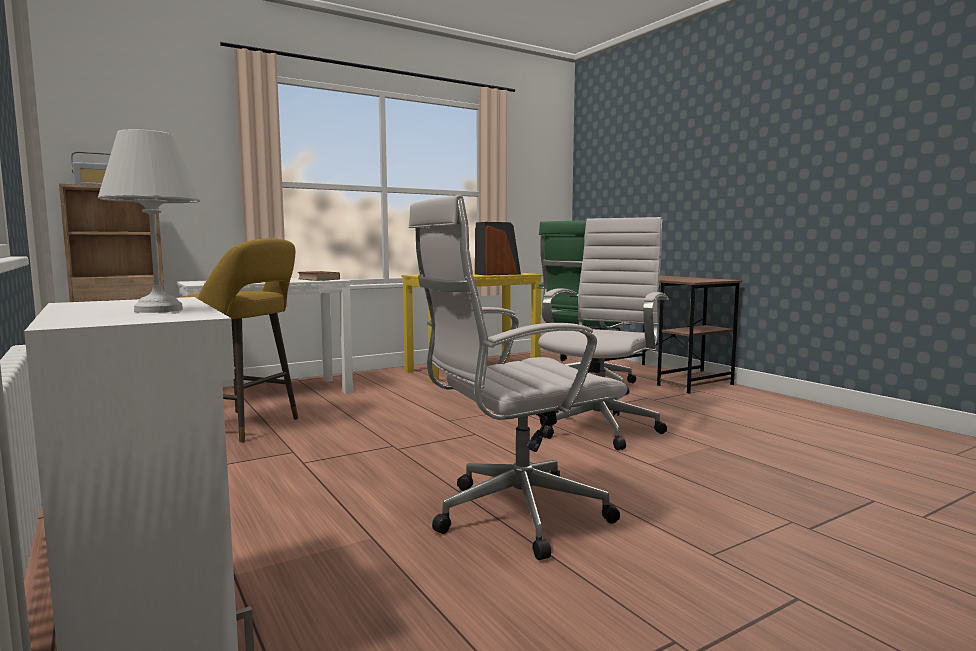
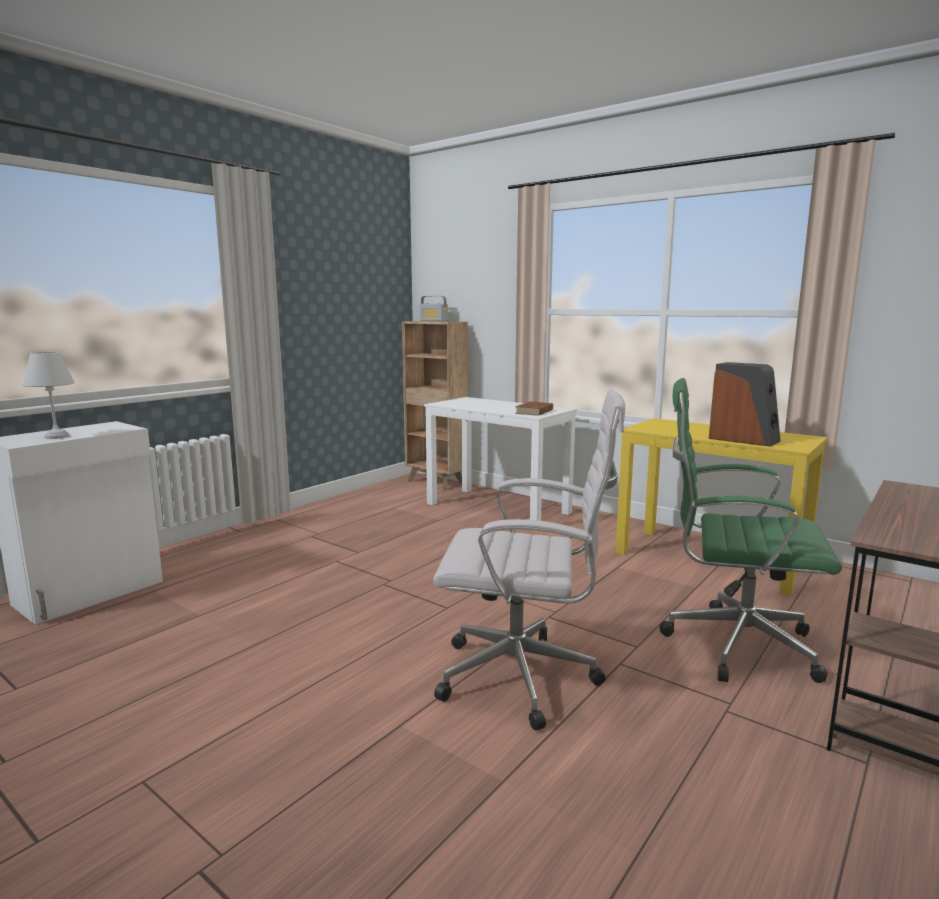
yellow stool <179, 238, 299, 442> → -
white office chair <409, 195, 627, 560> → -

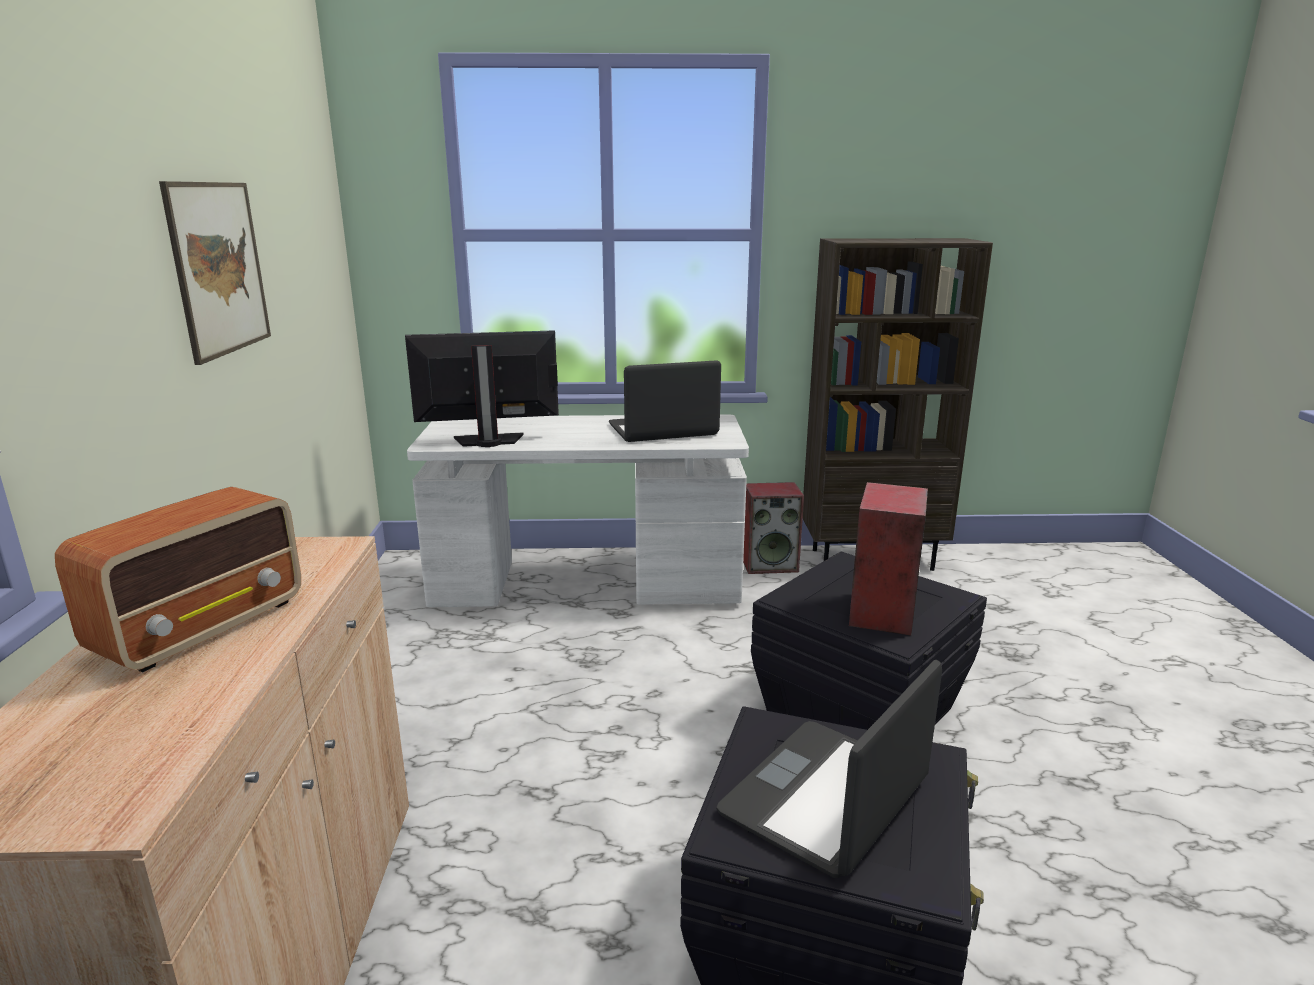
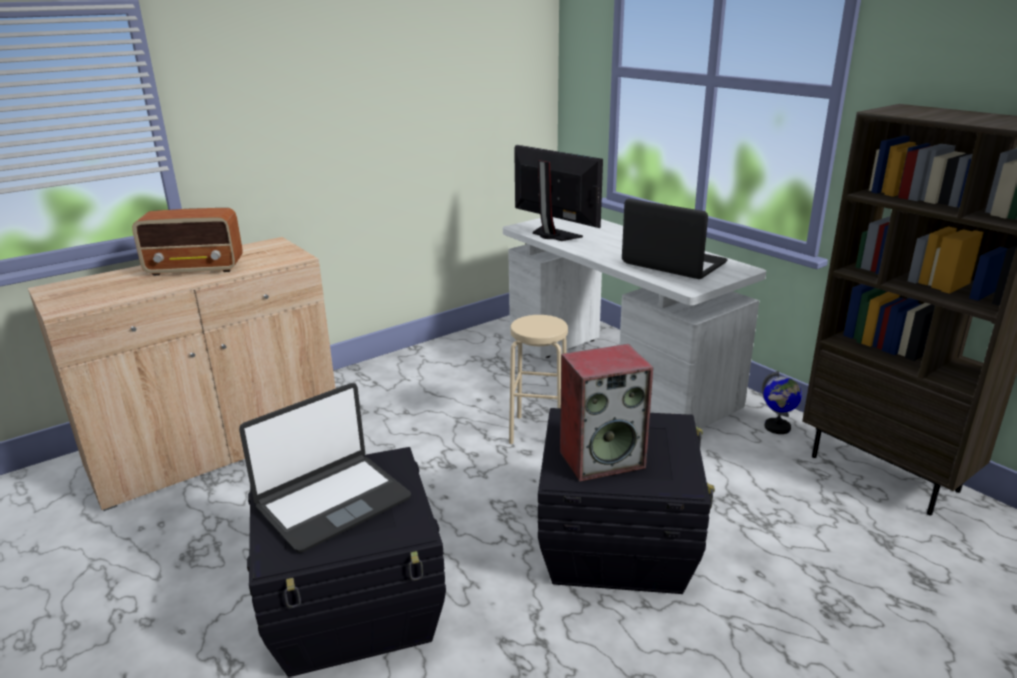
picture <159, 181, 271, 365> → -
laptop <716, 660, 942, 878> → laptop <239, 383, 411, 553>, 135 degrees clockwise
speaker <743, 482, 804, 574> → globe <762, 371, 802, 434>
- → beige stool <509, 315, 568, 444>

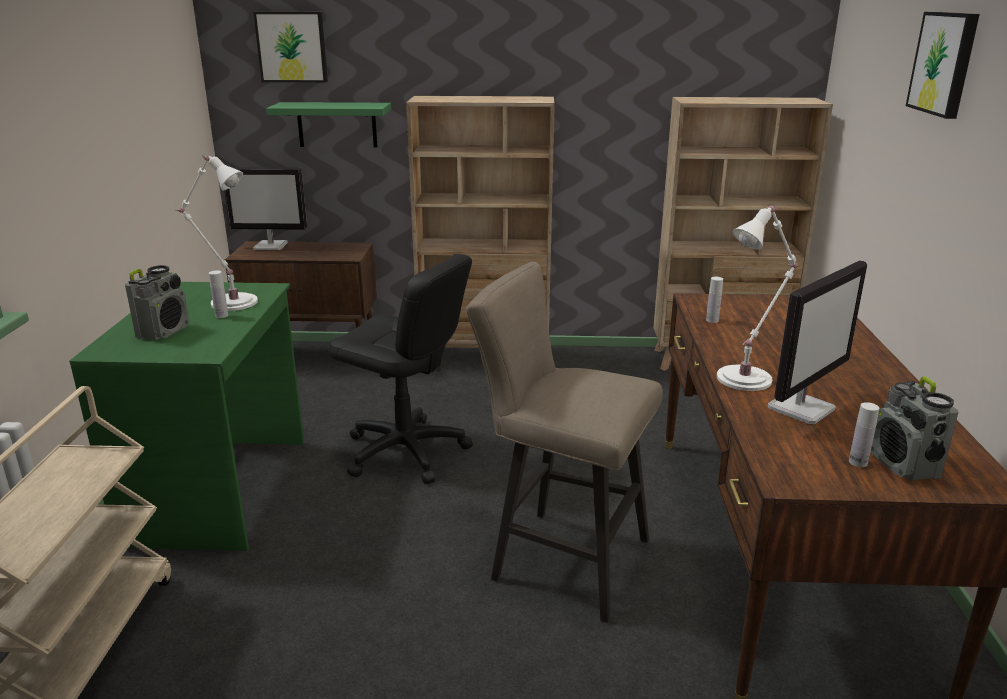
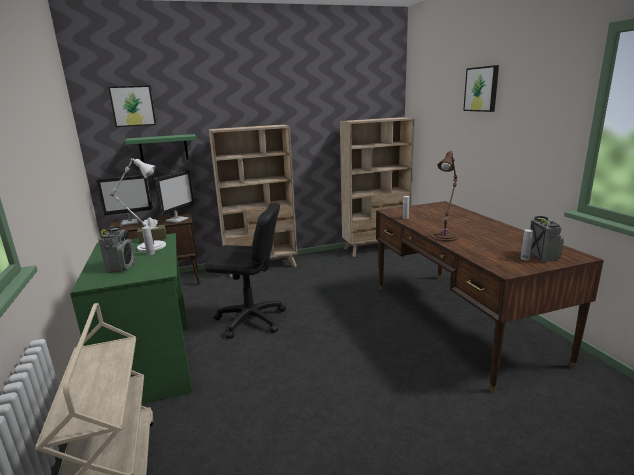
beige stool <466, 262, 663, 623> → -
white table lamp <717, 205, 798, 391> → brown table lamp <431, 150, 459, 242>
monitor <768, 260, 867, 424> → monitor <154, 170, 194, 223>, moved
radio <871, 376, 959, 481> → radio <530, 216, 564, 262>, 150 degrees counterclockwise
- → brown tissue box <137, 217, 166, 243>

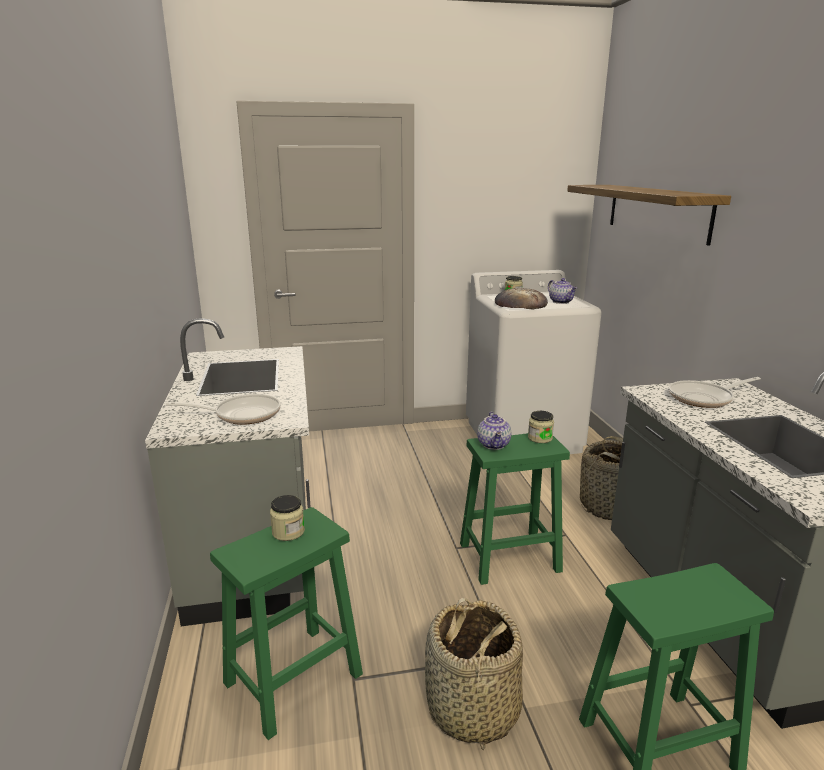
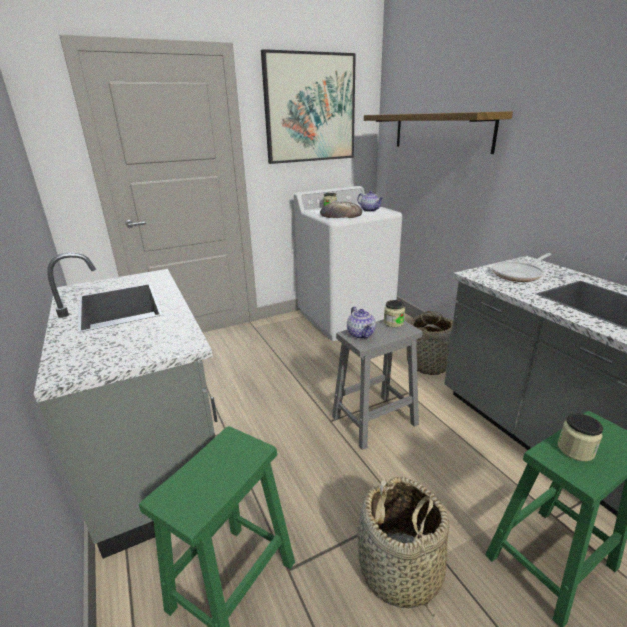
frying pan <166, 394, 281, 425> → -
jar <270, 495, 305, 541> → jar <558, 413, 603, 461>, moved
green stool <460, 433, 570, 585> → grey stool <332, 319, 422, 450>
- → picture <261, 49, 356, 164>

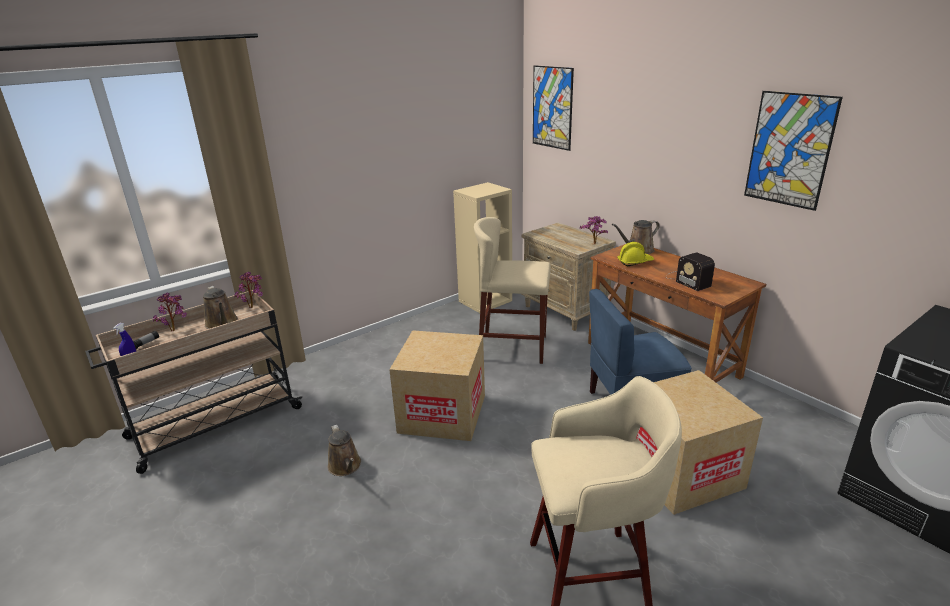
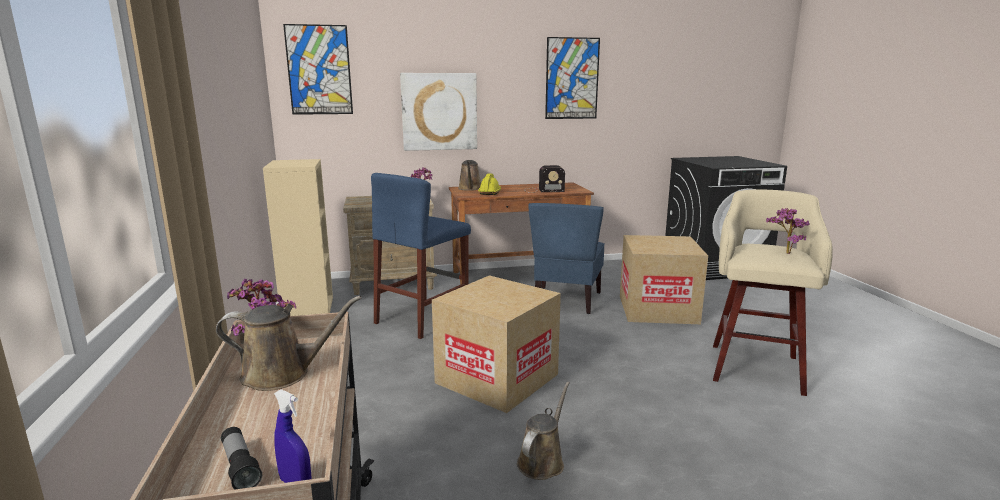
potted plant <153, 292, 187, 331> → potted plant <766, 208, 810, 254>, moved
brown watering can <328, 425, 361, 476> → brown watering can <517, 382, 570, 480>, 60 degrees counterclockwise
beige stool <474, 217, 551, 364> → blue stool <371, 173, 471, 339>
- → picture <400, 73, 477, 151>

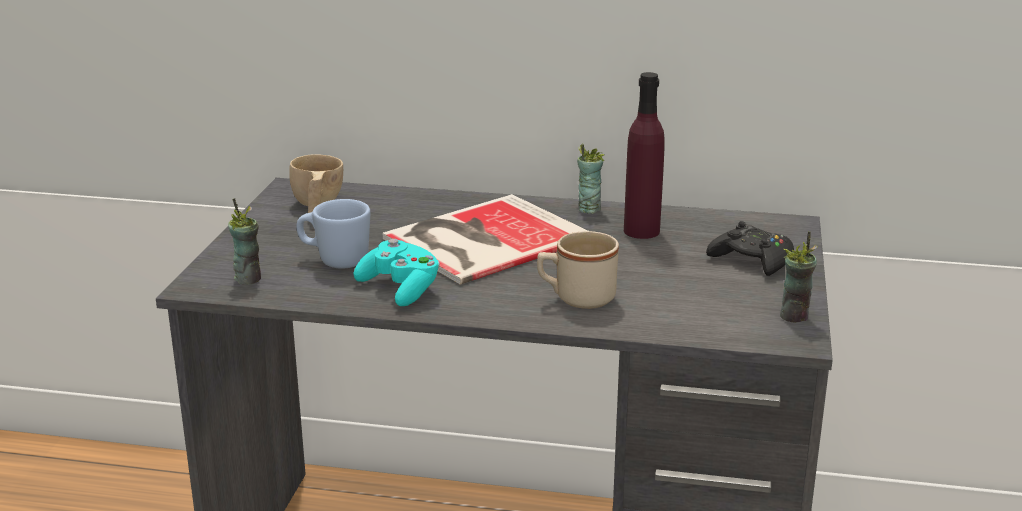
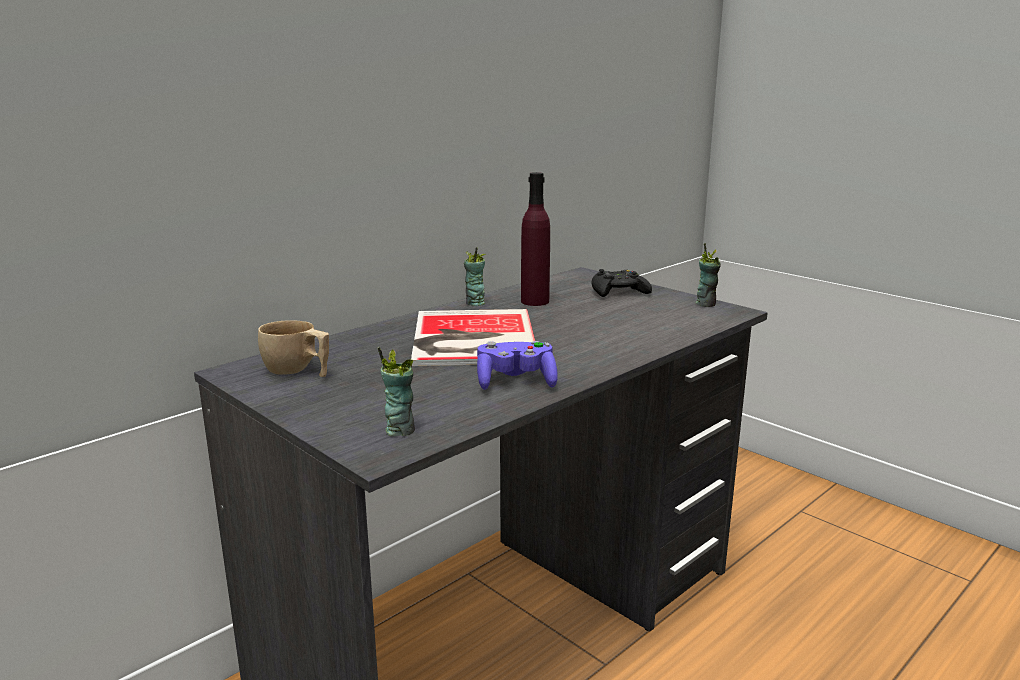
blue mug <296, 199, 370, 269> → -
turquoise game controller <353, 239, 440, 306> → purple game controller <477, 341, 558, 390>
beige mug <537, 231, 619, 309> → -

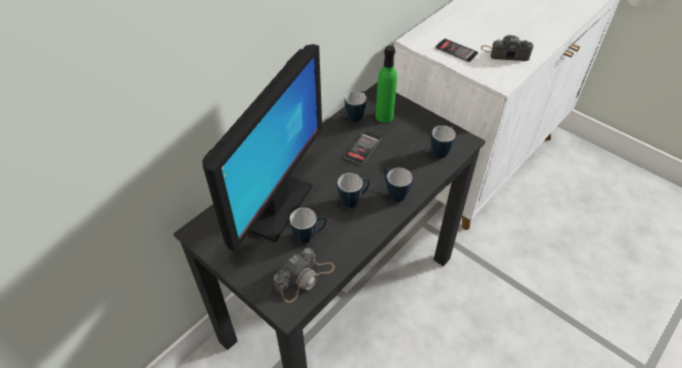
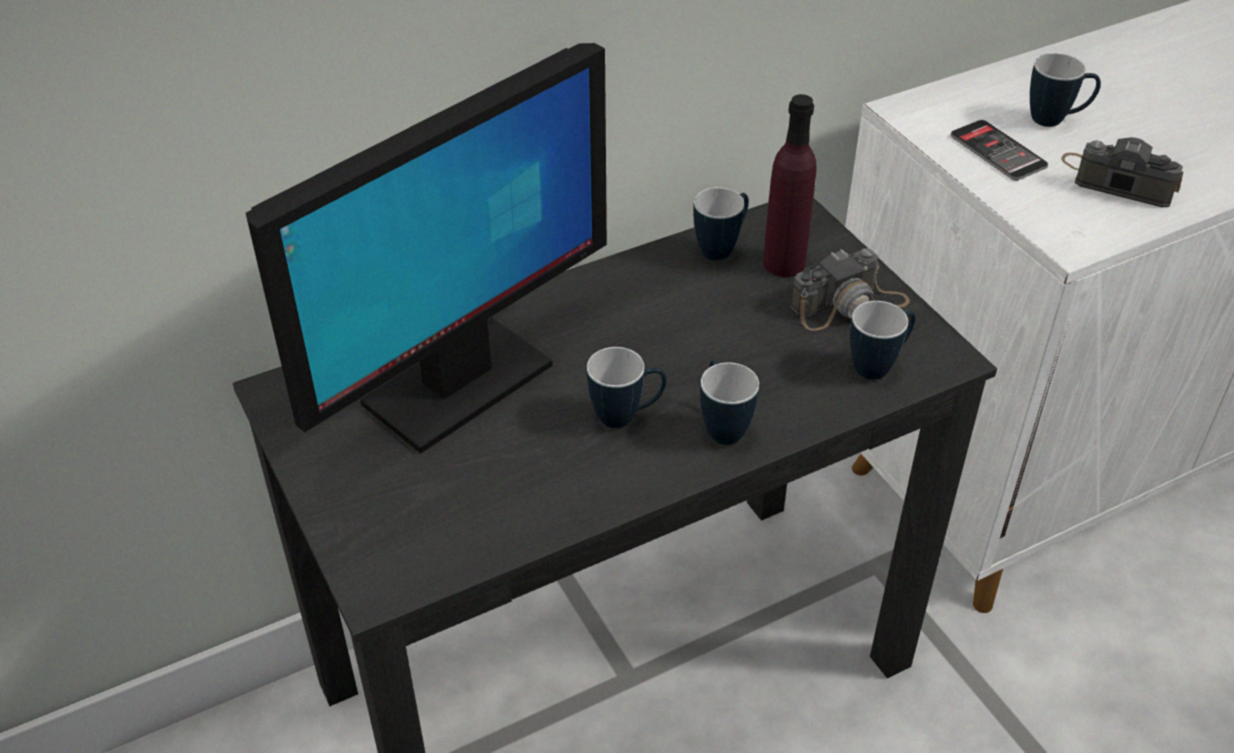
photo camera <274, 248, 335, 303> → photo camera <791, 248, 910, 331>, moved
mug <290, 208, 327, 244> → mug <1030, 53, 1101, 127>, moved
phone <344, 131, 381, 164> → -
green bottle <376, 46, 397, 123> → purple bottle <763, 94, 817, 277>

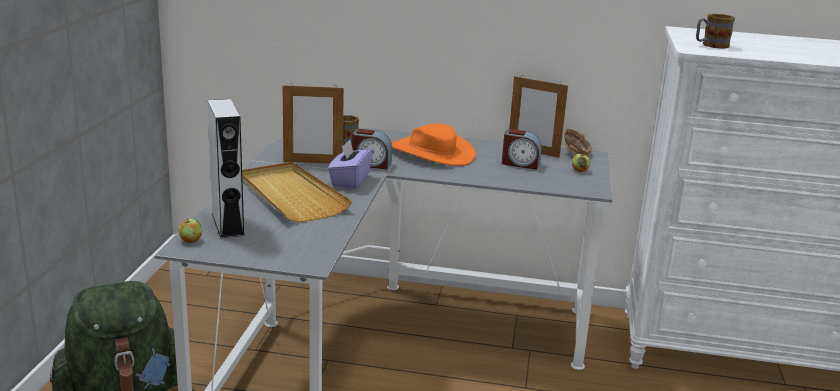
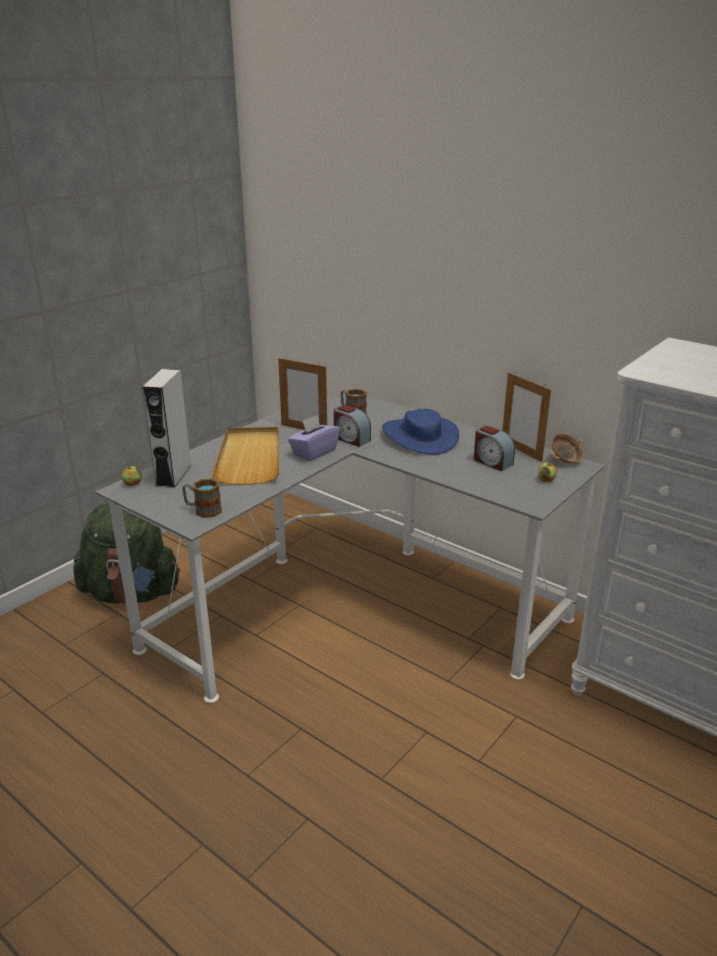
orange hat <391, 124, 476, 166> → blue hat <382, 409, 459, 455>
mug <696, 14, 735, 49> → mug <182, 478, 222, 518>, moved

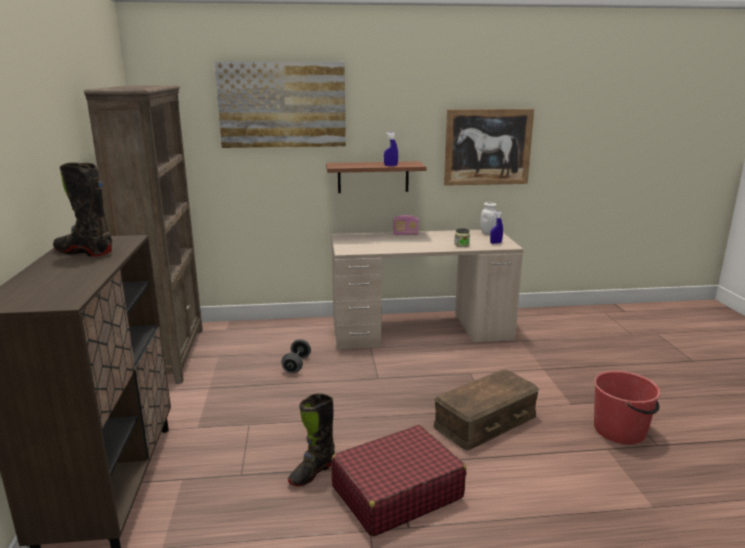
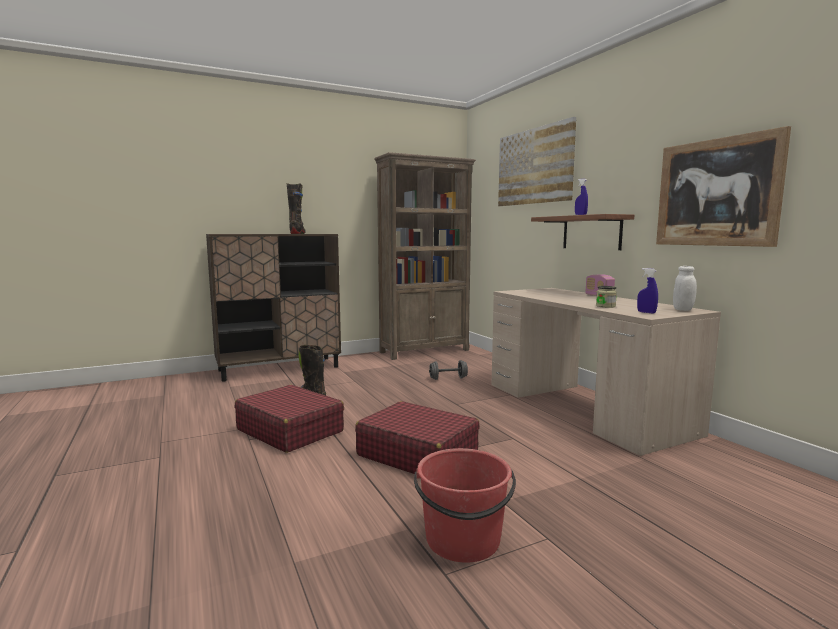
brown storage box <433, 369, 539, 450> → red suitcase <355, 401, 480, 474>

